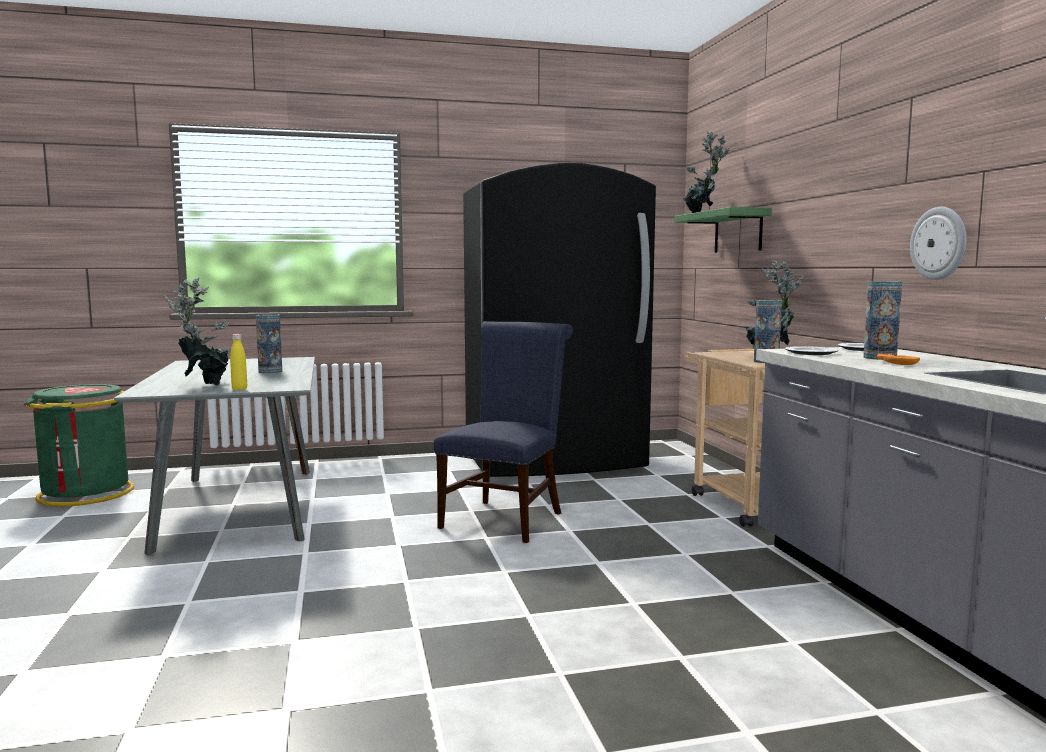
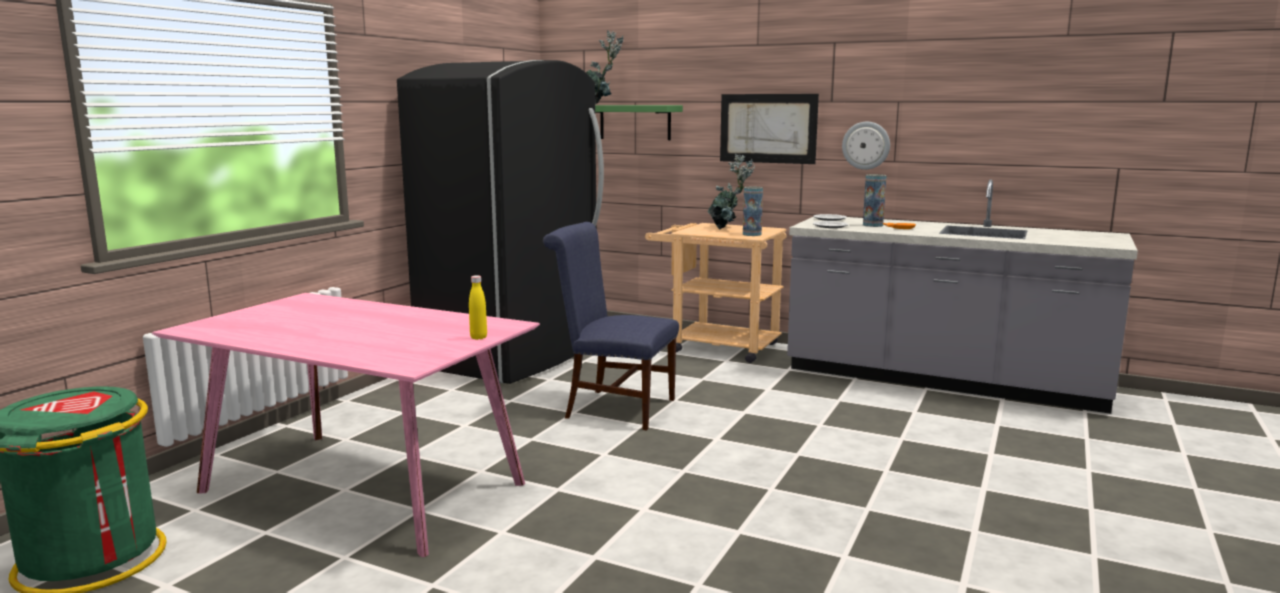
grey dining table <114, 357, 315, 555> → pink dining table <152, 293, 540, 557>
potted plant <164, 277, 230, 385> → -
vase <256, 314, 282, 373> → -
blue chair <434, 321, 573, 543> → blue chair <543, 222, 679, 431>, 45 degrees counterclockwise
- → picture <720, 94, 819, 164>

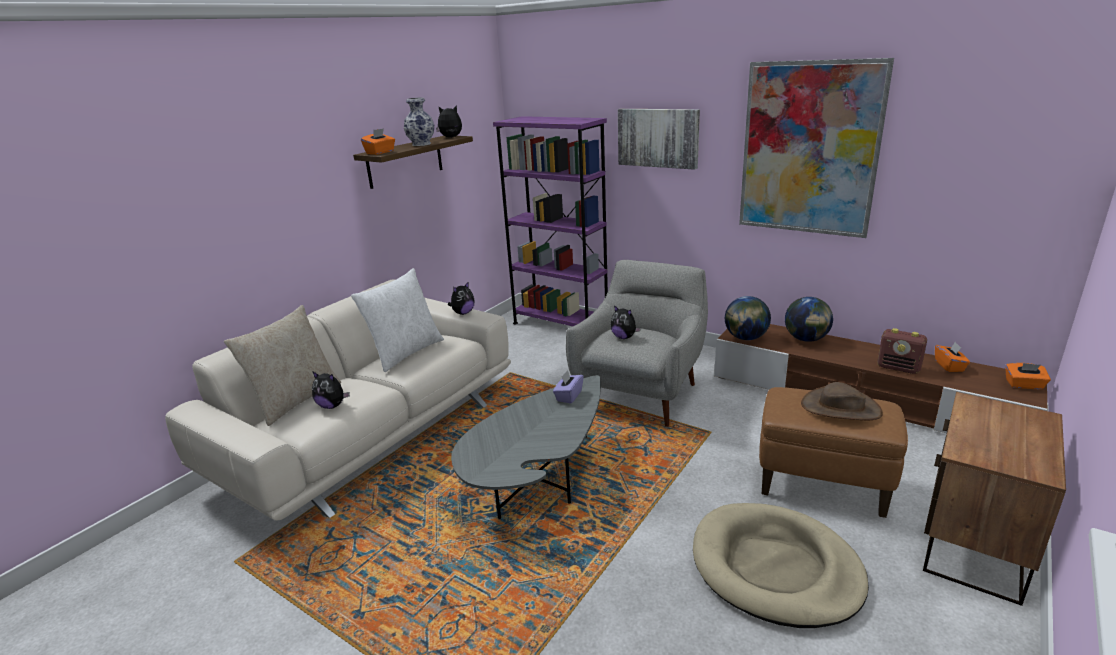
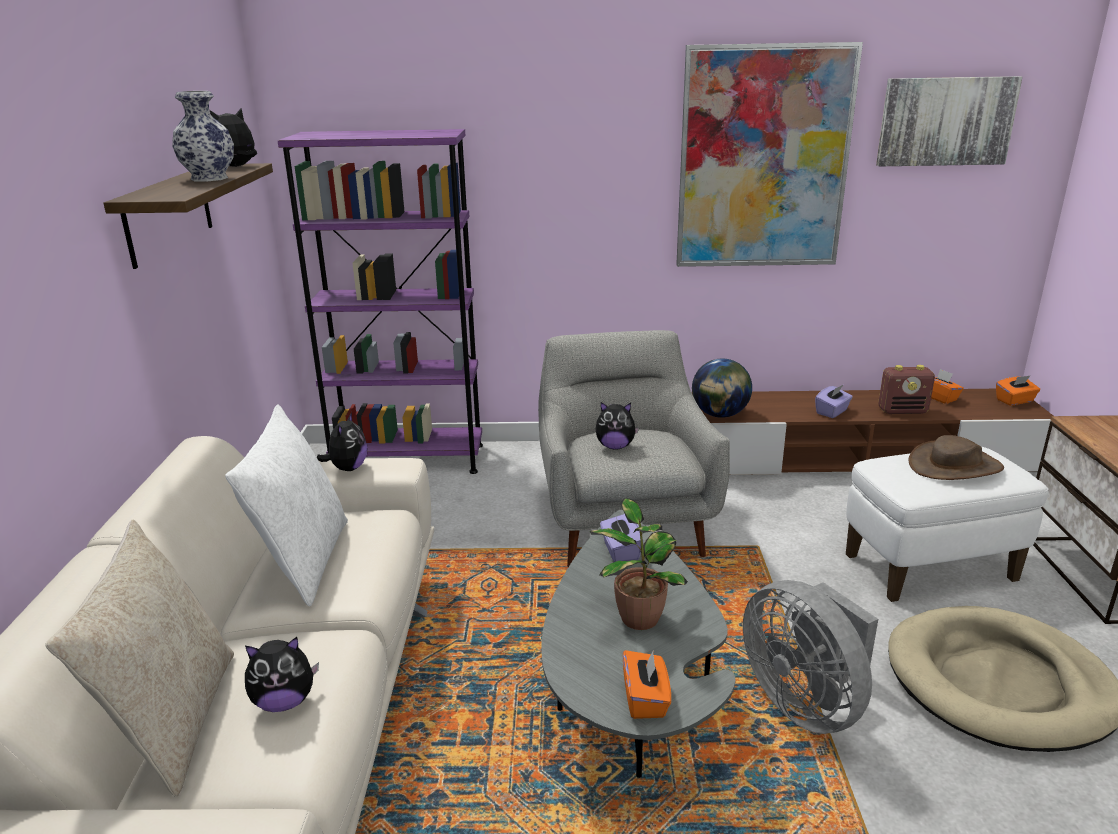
orange tissue box <361, 128, 395, 155> → orange tissue box <623, 649, 671, 719>, moved
picture <618, 109, 700, 170> → picture <876, 76, 1022, 166>, moved
brown ottoman <759, 387, 908, 518> → white ottoman <846, 447, 1048, 602>
globe <785, 297, 833, 342> → -
- → potted plant <590, 498, 688, 630>
- → grey fan <743, 580, 878, 734>
- → purple tissue box <815, 384, 853, 418>

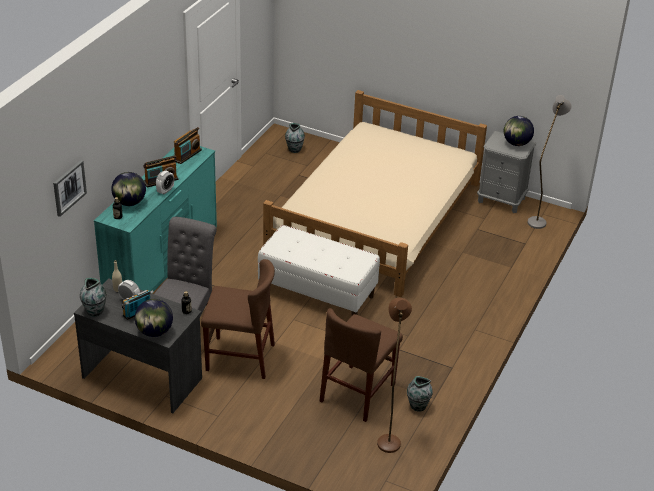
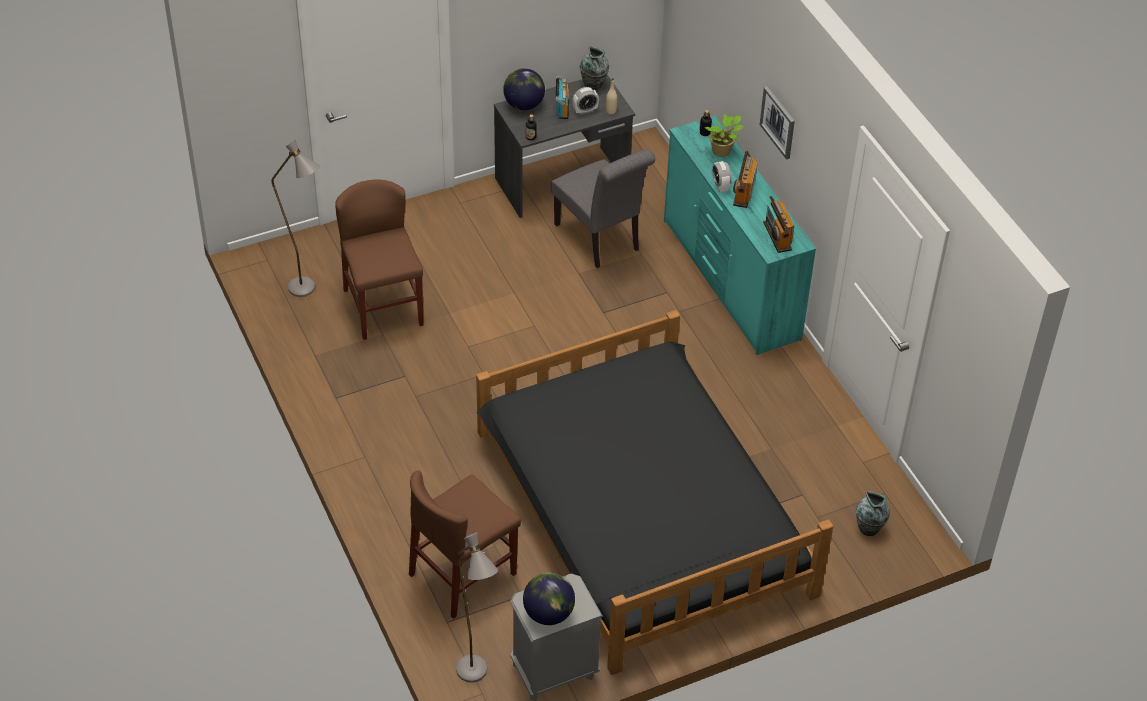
picture <53, 160, 87, 217> → picture <760, 86, 795, 160>, moved
globe <111, 172, 146, 206> → potted plant <705, 114, 744, 157>
brown chair <201, 259, 275, 379> → brown chair <409, 470, 521, 619>, moved
white bench <258, 225, 380, 315> → -
beige bed <263, 90, 487, 297> → black bed <476, 310, 833, 675>
brown floor lamp <377, 298, 412, 453> → grey floor lamp <271, 139, 321, 297>
vase <407, 376, 433, 411> → -

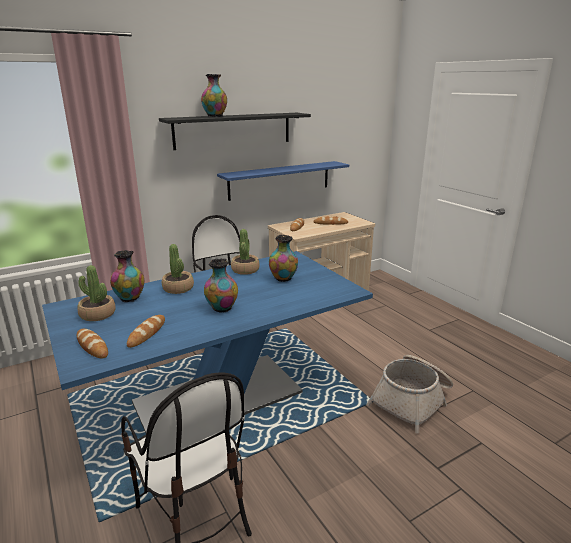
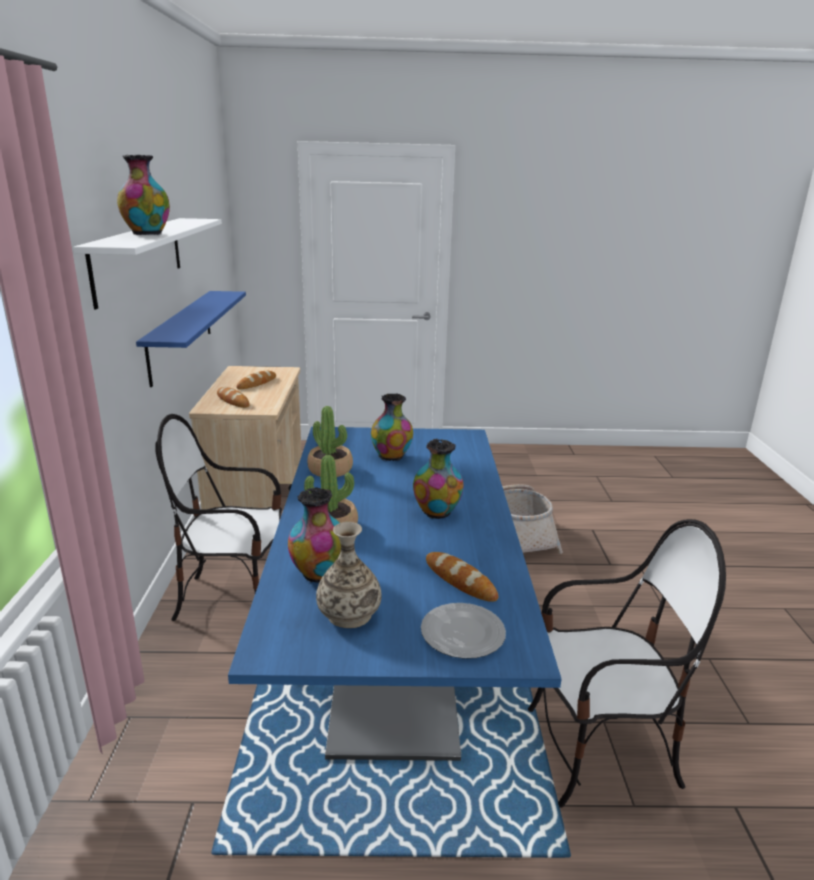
bread <77, 329, 108, 358> → plate <421, 603, 506, 659>
potted plant <78, 265, 116, 321> → vase <316, 522, 382, 628>
black shelf <159, 113, 311, 150> → white shelf <73, 218, 222, 310>

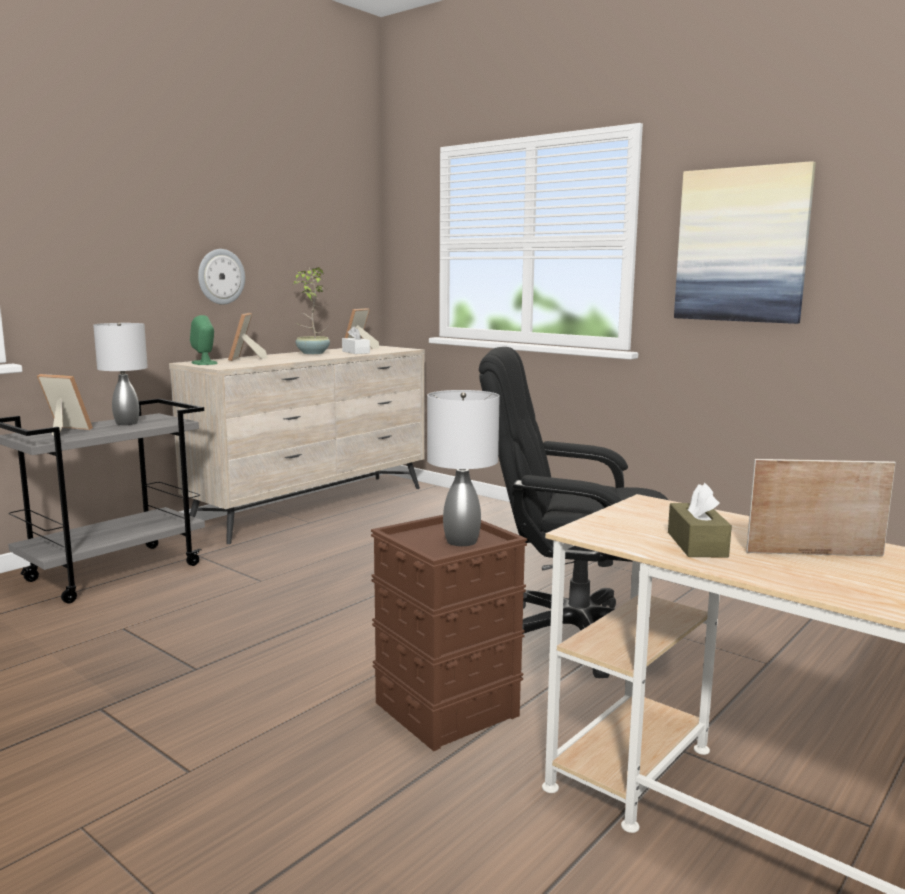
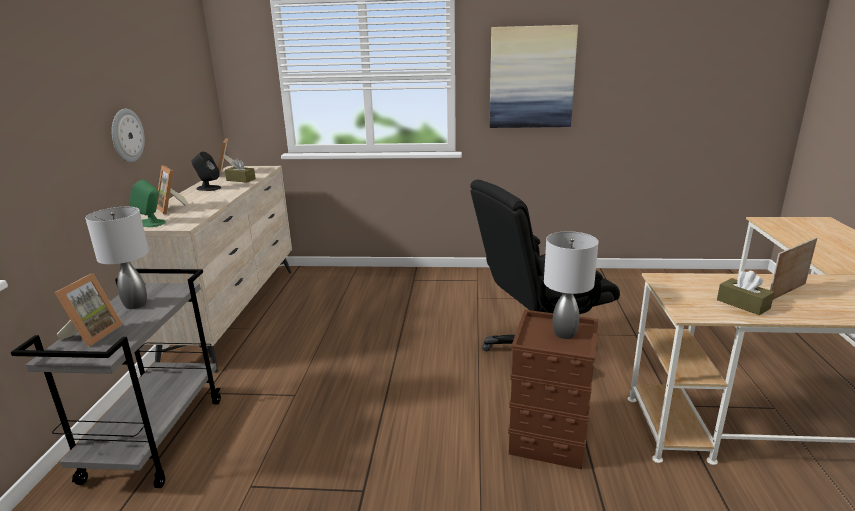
picture frame <37, 374, 93, 436> → picture frame <54, 273, 123, 347>, 120 degrees clockwise
potted plant <293, 267, 330, 354> → black speaker <192, 152, 221, 191>
white tissue box <342, 326, 370, 354> → brown tissue box <225, 158, 256, 183>

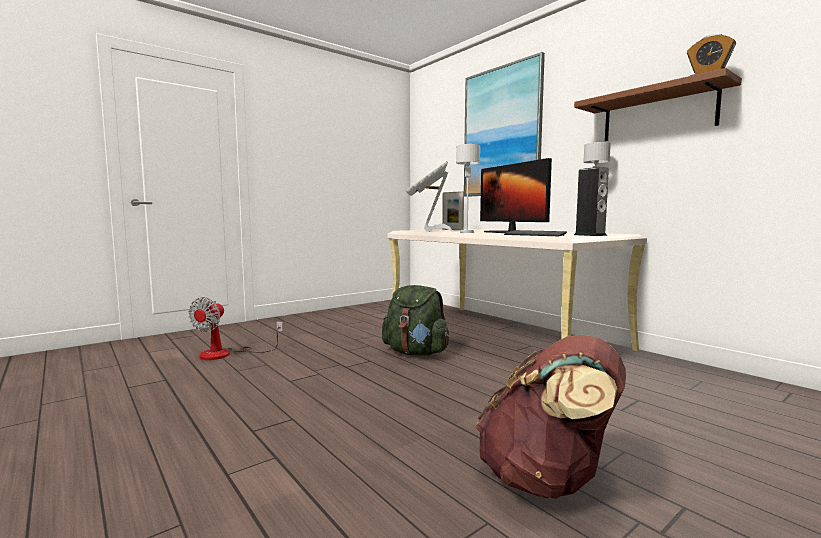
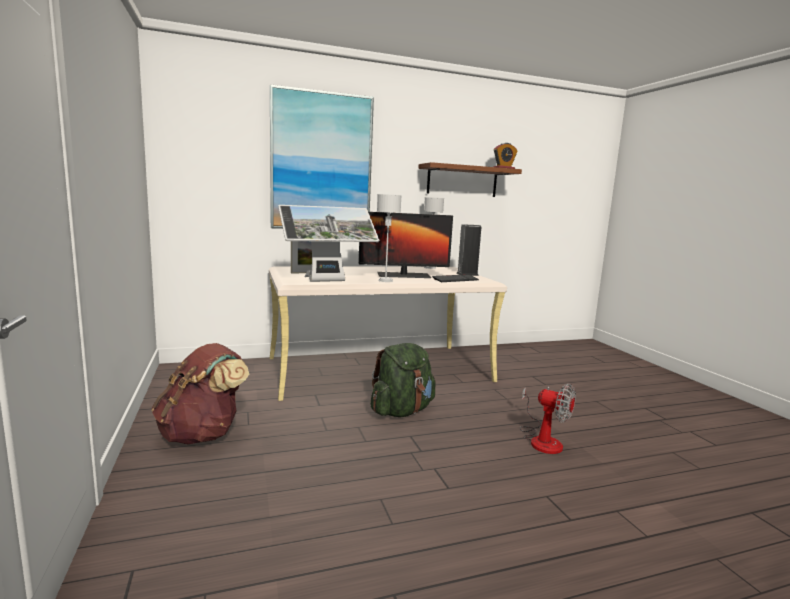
fan <188, 297, 283, 360> → fan <520, 383, 576, 454>, moved
monitor <406, 161, 453, 232> → monitor <278, 205, 379, 282>, 45 degrees counterclockwise
brown backpack <476, 335, 626, 499> → brown backpack <152, 343, 249, 444>, moved

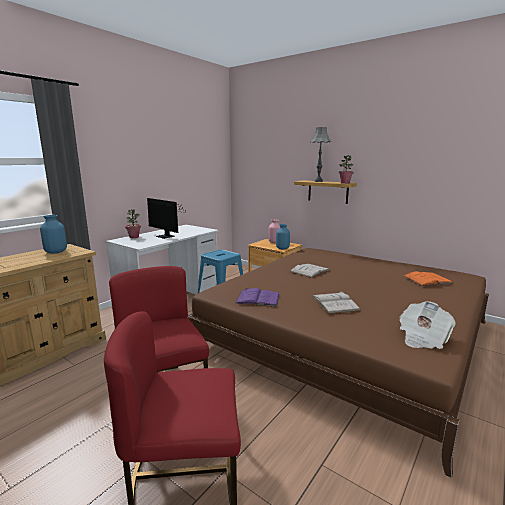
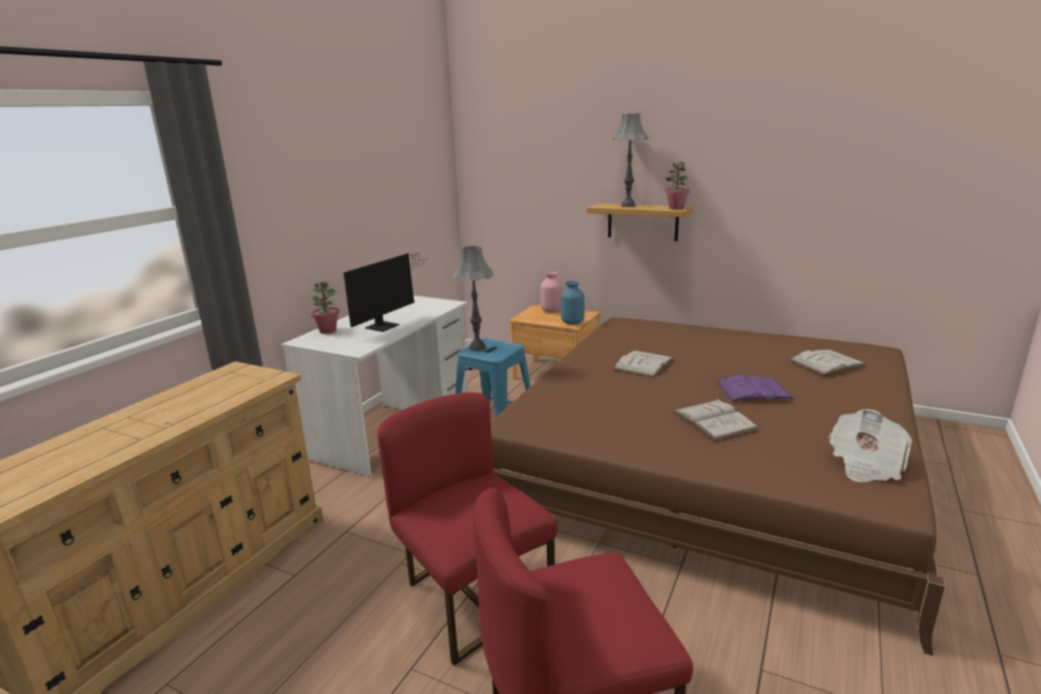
blue vase <40, 215, 67, 254> → -
monitor <147, 198, 185, 239> → monitor <344, 253, 425, 332>, 90 degrees counterclockwise
purple book <235, 288, 280, 307> → purple book <716, 375, 794, 402>, moved
orange book <404, 271, 454, 286> → white book <790, 350, 866, 375>
- → grey table lamp <452, 246, 494, 351>

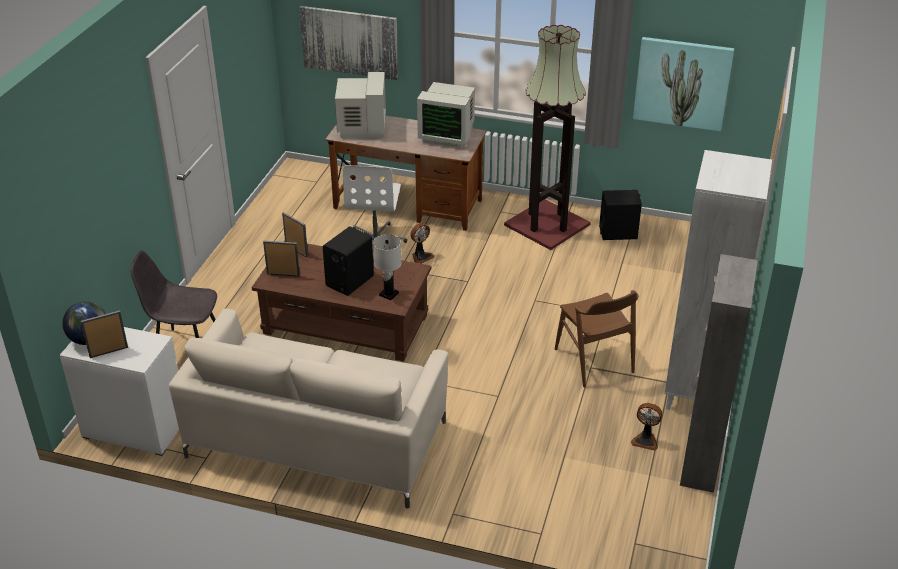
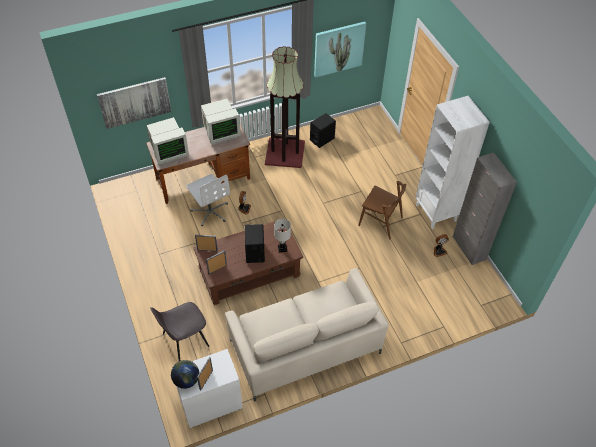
monitor <335, 72, 386, 138> → monitor <147, 117, 189, 164>, 105 degrees clockwise

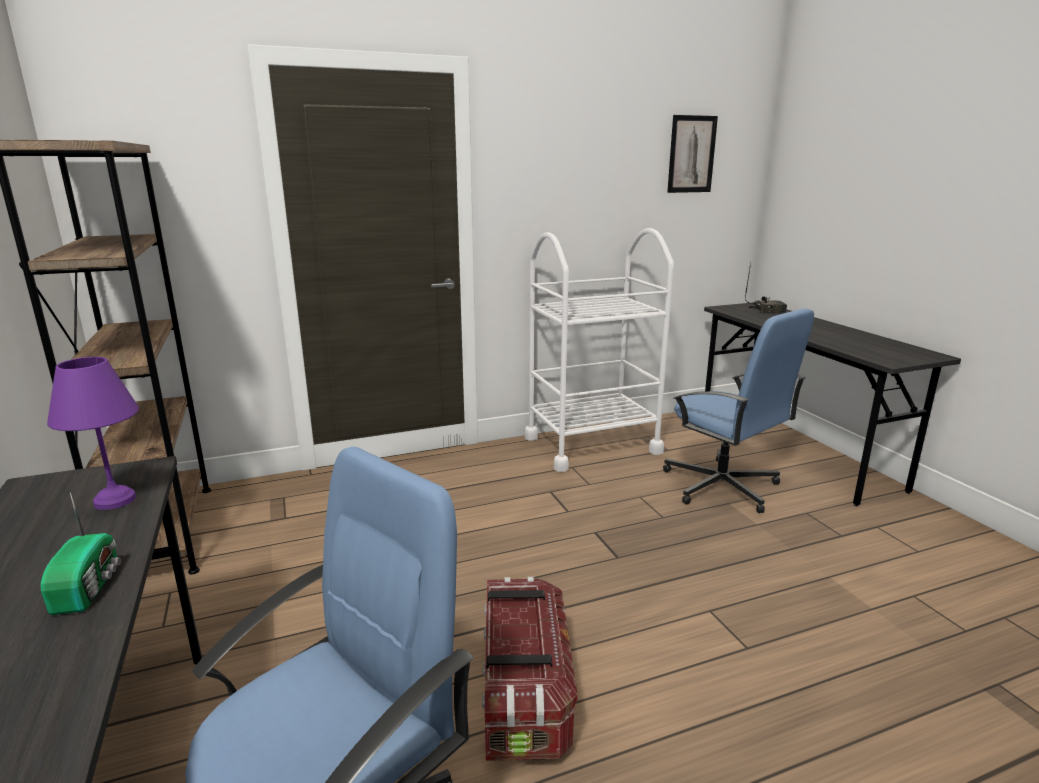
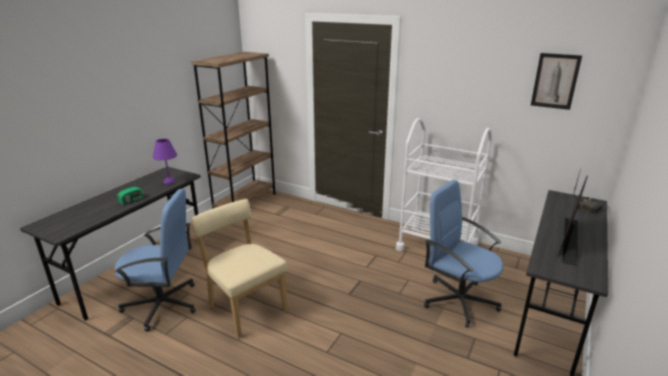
storage box <482, 577, 578, 761> → beige chair <191, 199, 288, 338>
blue office chair <663, 308, 814, 513> → blue office chair <424, 180, 503, 328>, 120 degrees clockwise
- → monitor <558, 175, 588, 266>

